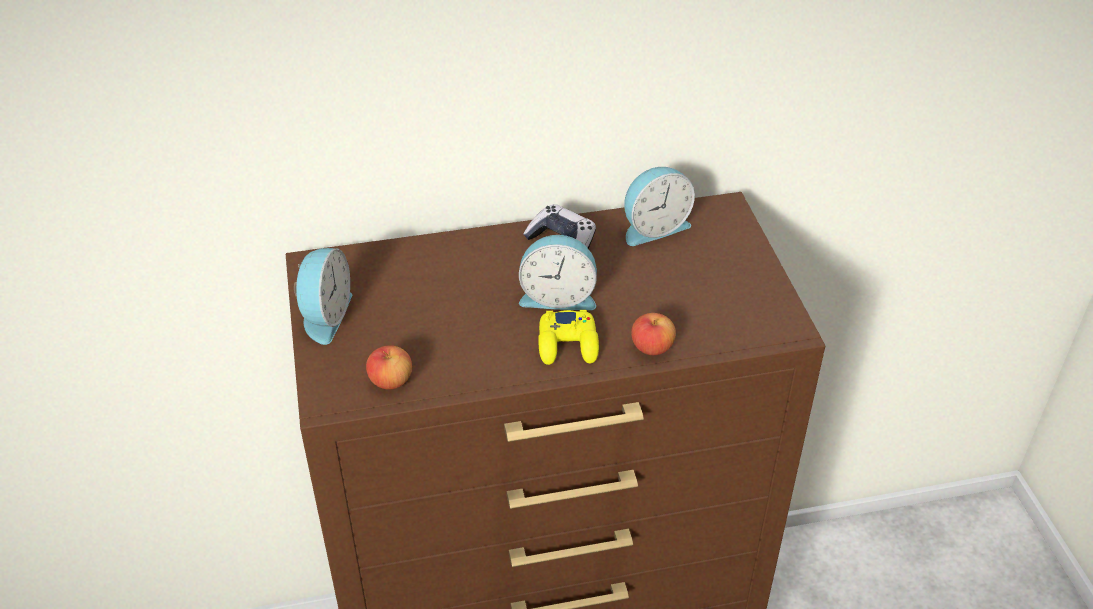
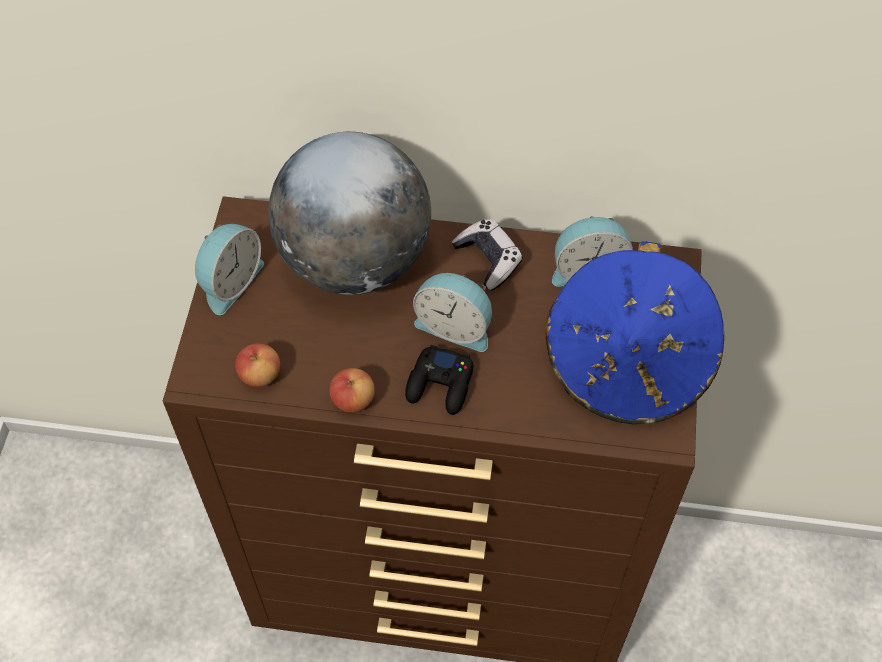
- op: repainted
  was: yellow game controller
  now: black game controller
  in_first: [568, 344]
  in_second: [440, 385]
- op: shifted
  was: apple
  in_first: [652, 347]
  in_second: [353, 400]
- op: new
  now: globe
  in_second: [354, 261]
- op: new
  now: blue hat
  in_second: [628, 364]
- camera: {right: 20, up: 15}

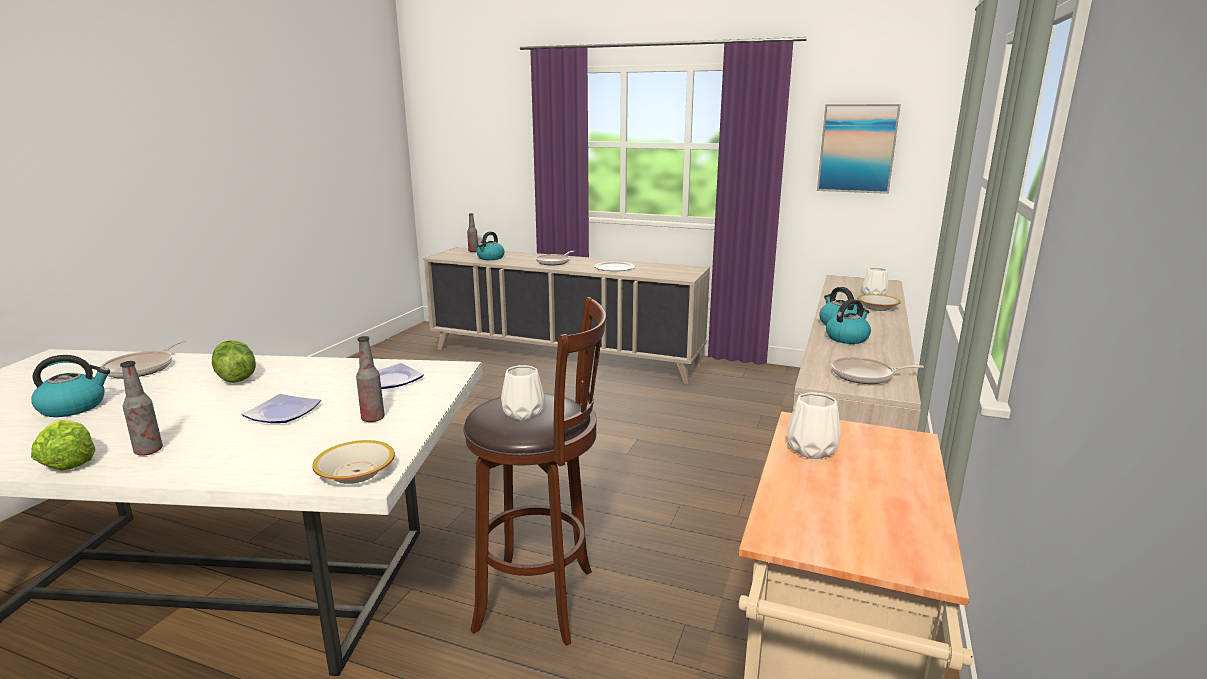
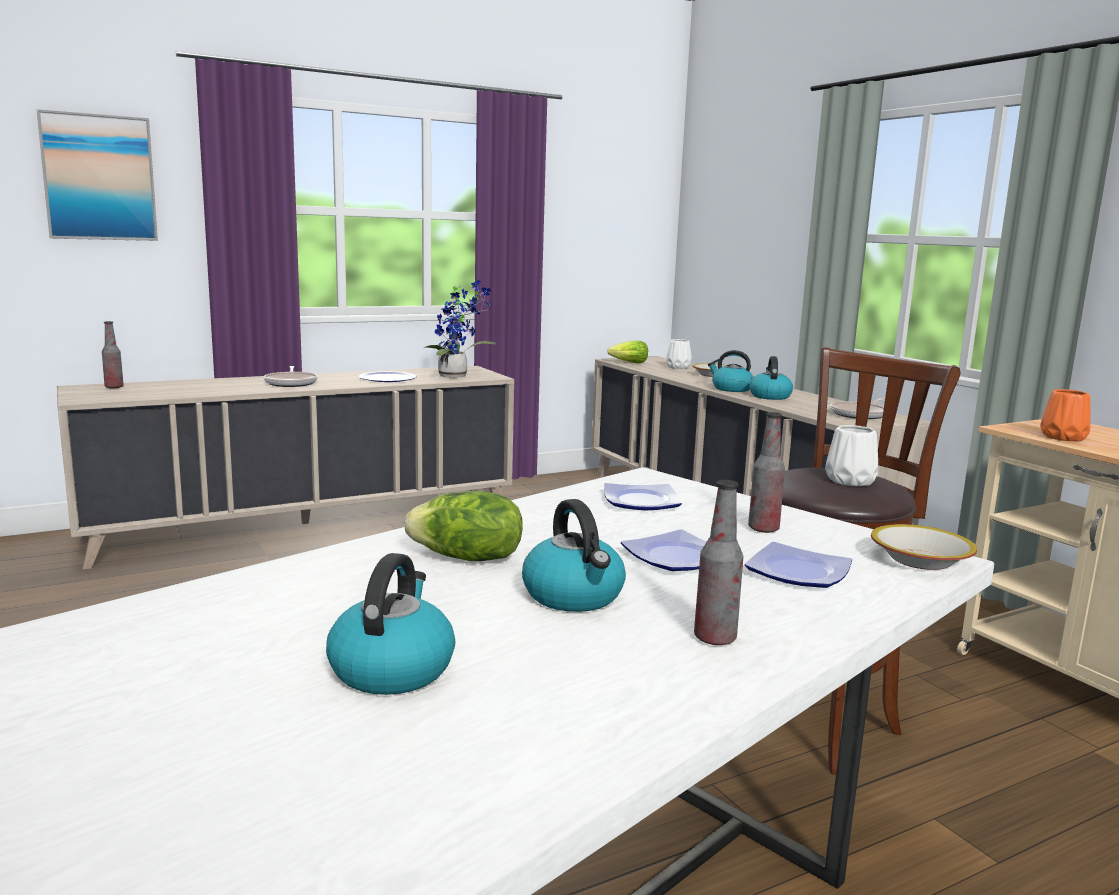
- op: shifted
  was: picture
  in_first: [857, 148]
  in_second: [99, 178]
- op: shifted
  was: kettle
  in_first: [490, 258]
  in_second: [574, 596]
- op: gone
  was: frying pan
  in_first: [142, 368]
- op: repainted
  was: white vase
  now: orange vase
  in_first: [812, 450]
  in_second: [1064, 437]
- op: shifted
  was: lettuce
  in_first: [68, 461]
  in_second: [629, 363]
- op: new
  now: potted plant
  in_second: [456, 376]
- op: new
  now: plate
  in_second: [795, 572]
- camera: {right: -50, up: -5}

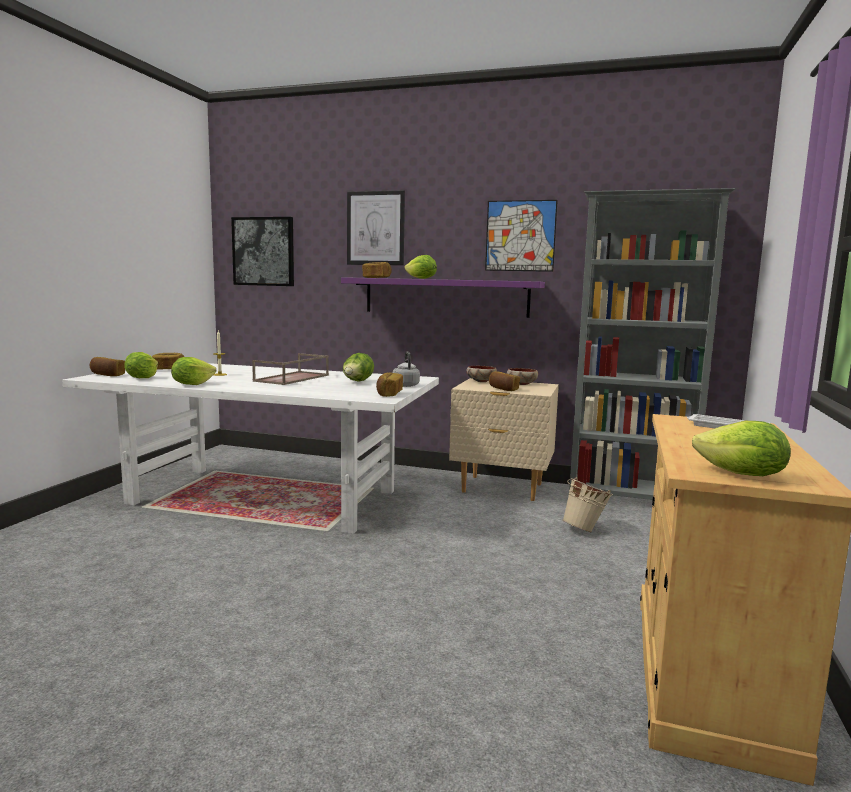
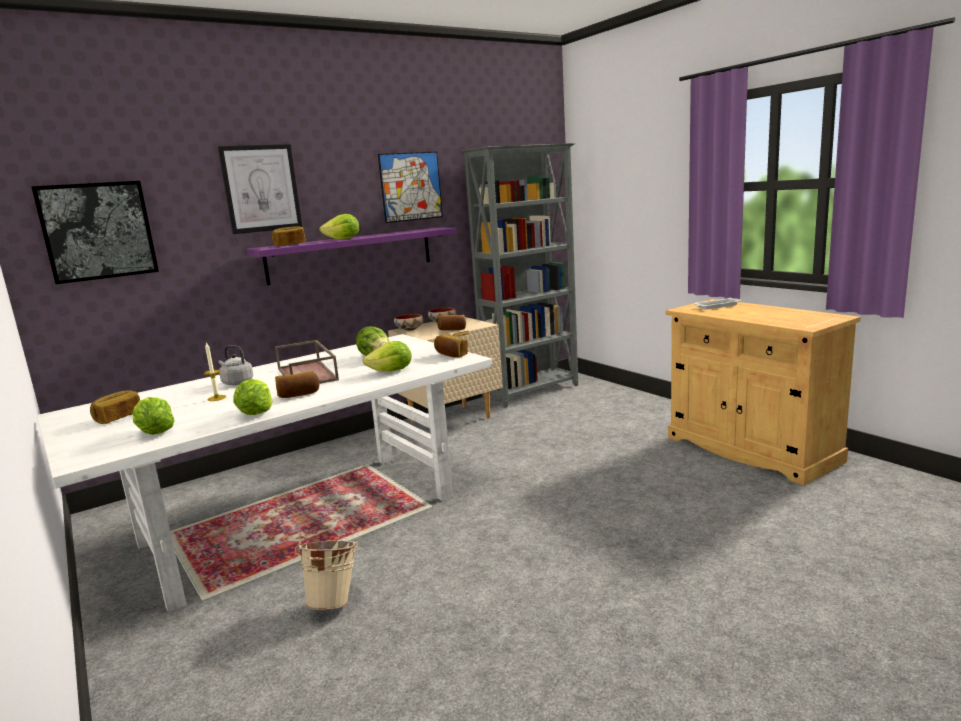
- op: shifted
  was: grey kettle
  in_first: [405, 385]
  in_second: [236, 382]
- op: shifted
  was: bread
  in_first: [107, 375]
  in_second: [298, 395]
- op: shifted
  was: lettuce
  in_first: [742, 475]
  in_second: [391, 371]
- op: shifted
  was: beige bucket
  in_first: [585, 529]
  in_second: [334, 601]
- camera: {right: -50, up: 5}

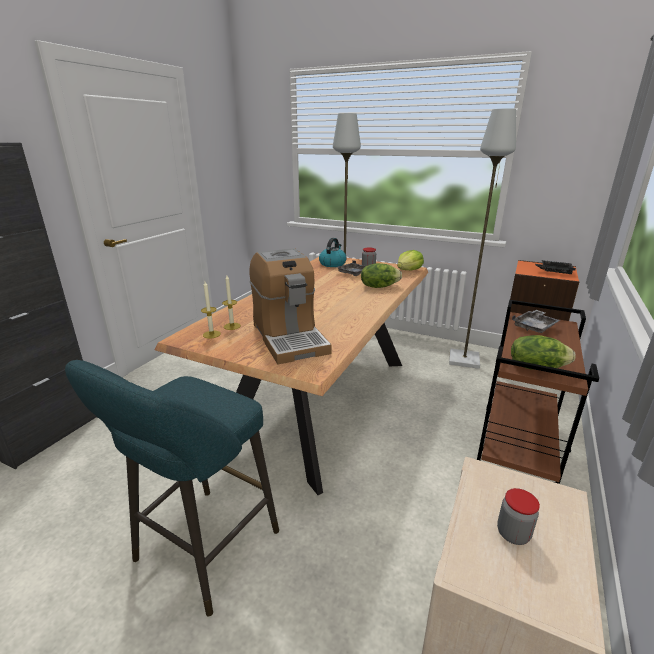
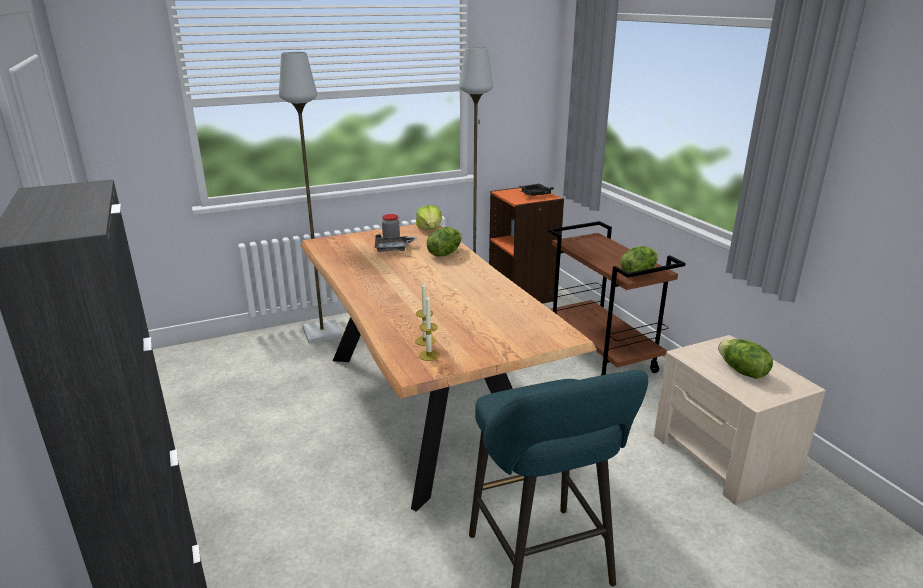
- op: gone
  was: kettle
  in_first: [332, 264]
- op: gone
  was: coffee machine
  in_first: [289, 337]
- op: gone
  was: grey tray
  in_first: [534, 327]
- op: swapped
  was: jar
  now: lettuce
  in_first: [513, 534]
  in_second: [741, 371]
- camera: {right: -50, up: 0}

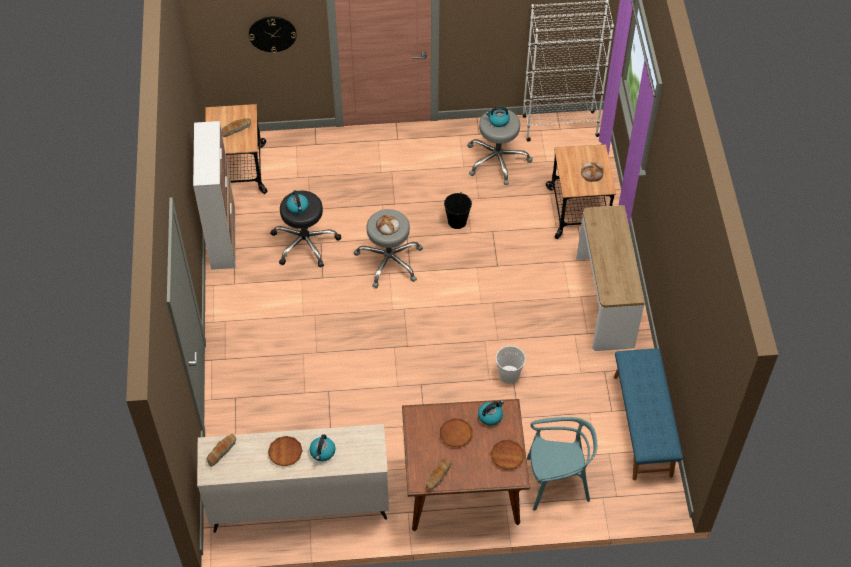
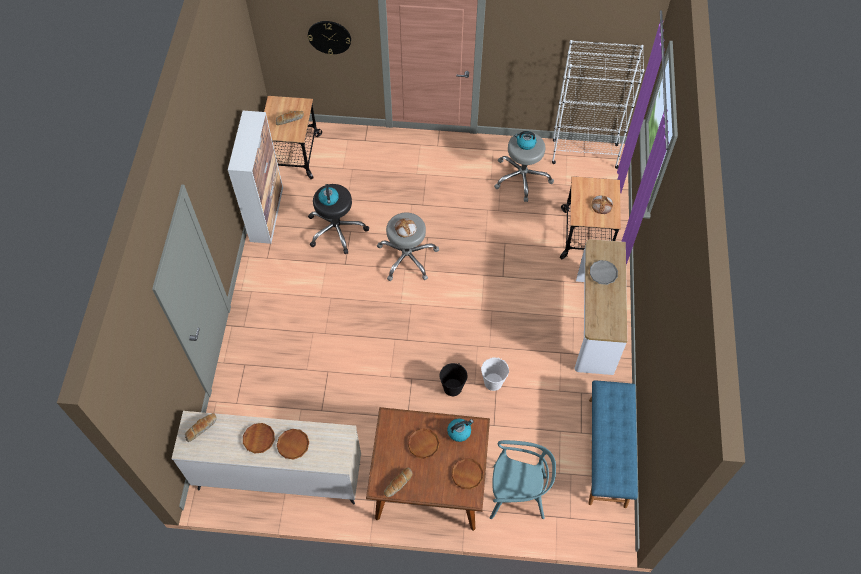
- op: shifted
  was: black bucket
  in_first: [457, 221]
  in_second: [452, 387]
- op: swapped
  was: kettle
  now: brown plate
  in_first: [322, 452]
  in_second: [293, 445]
- op: new
  now: grey plate
  in_second: [603, 273]
- camera: {right: 10, up: 5}

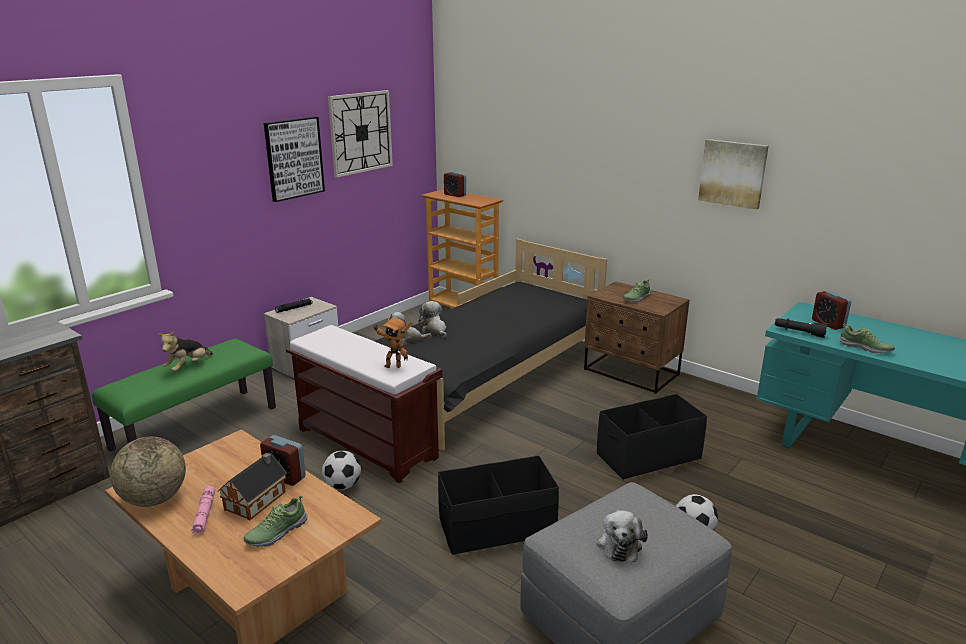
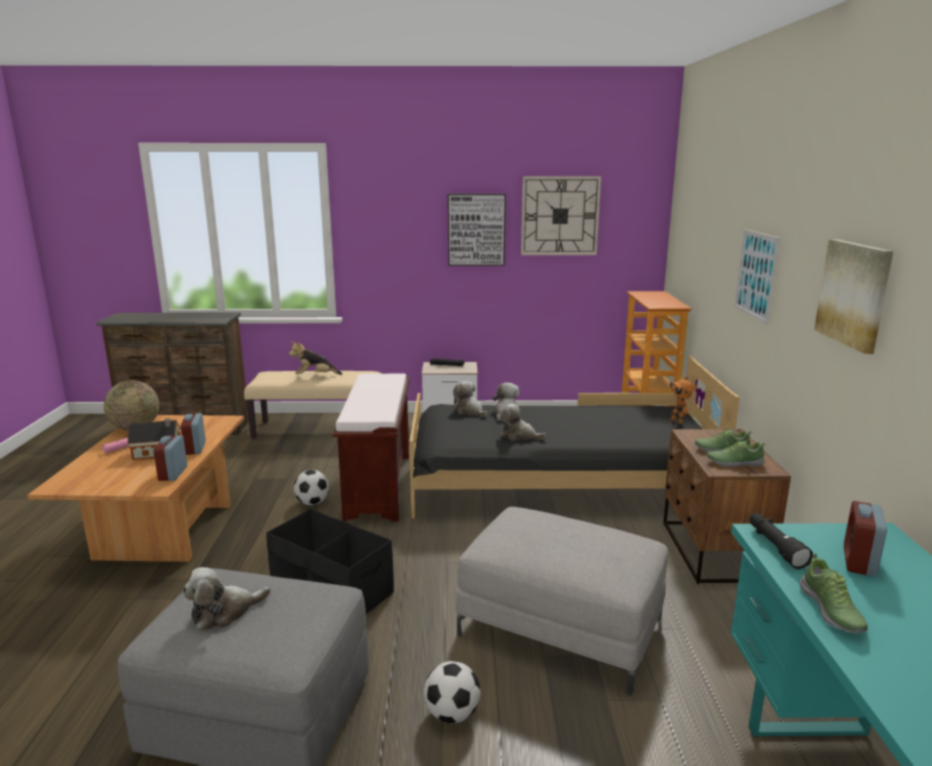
- op: shifted
  was: alarm clock
  in_first: [455, 195]
  in_second: [173, 474]
- op: shifted
  was: toy robot
  in_first: [393, 366]
  in_second: [677, 422]
- op: repainted
  was: green bench
  now: beige bench
  in_first: [196, 427]
  in_second: [319, 429]
- op: swapped
  was: black storage box
  now: grey ottoman
  in_first: [648, 456]
  in_second: [560, 627]
- op: shifted
  was: shoe
  in_first: [276, 532]
  in_second: [734, 463]
- op: new
  now: picture
  in_second: [756, 274]
- op: new
  now: plush toy
  in_second: [519, 436]
- camera: {right: 50, up: -5}

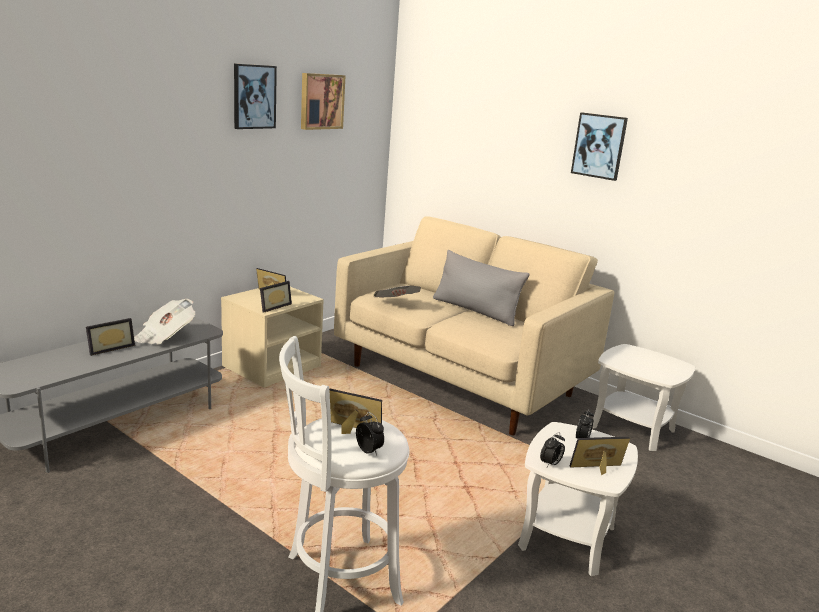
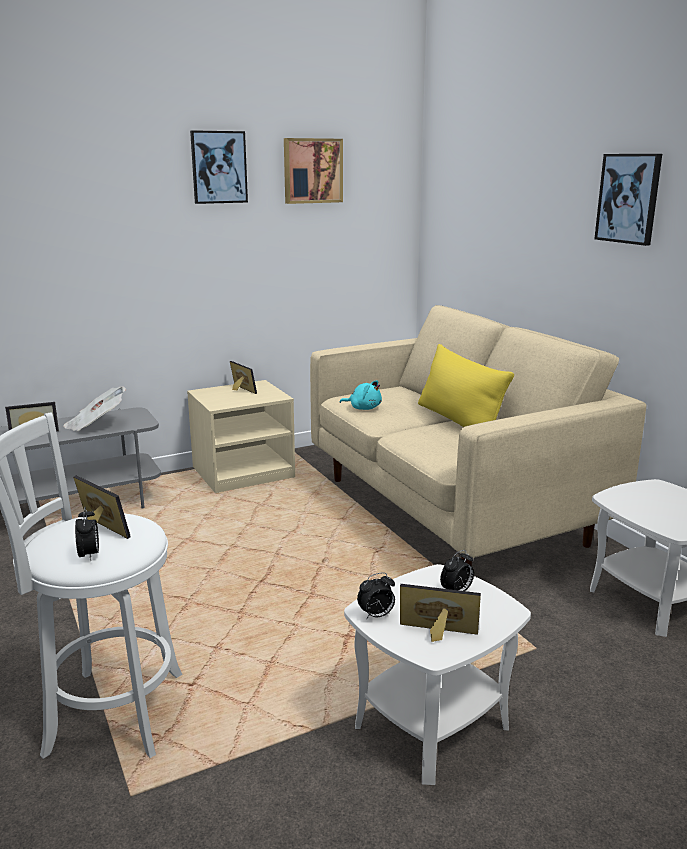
- op: repainted
  was: grey pillow
  now: yellow pillow
  in_first: [475, 310]
  in_second: [458, 421]
- op: gone
  was: picture frame
  in_first: [273, 306]
- op: swapped
  was: newspaper
  now: turquoise plush toy
  in_first: [395, 304]
  in_second: [363, 408]
- camera: {right: 25, up: 0}

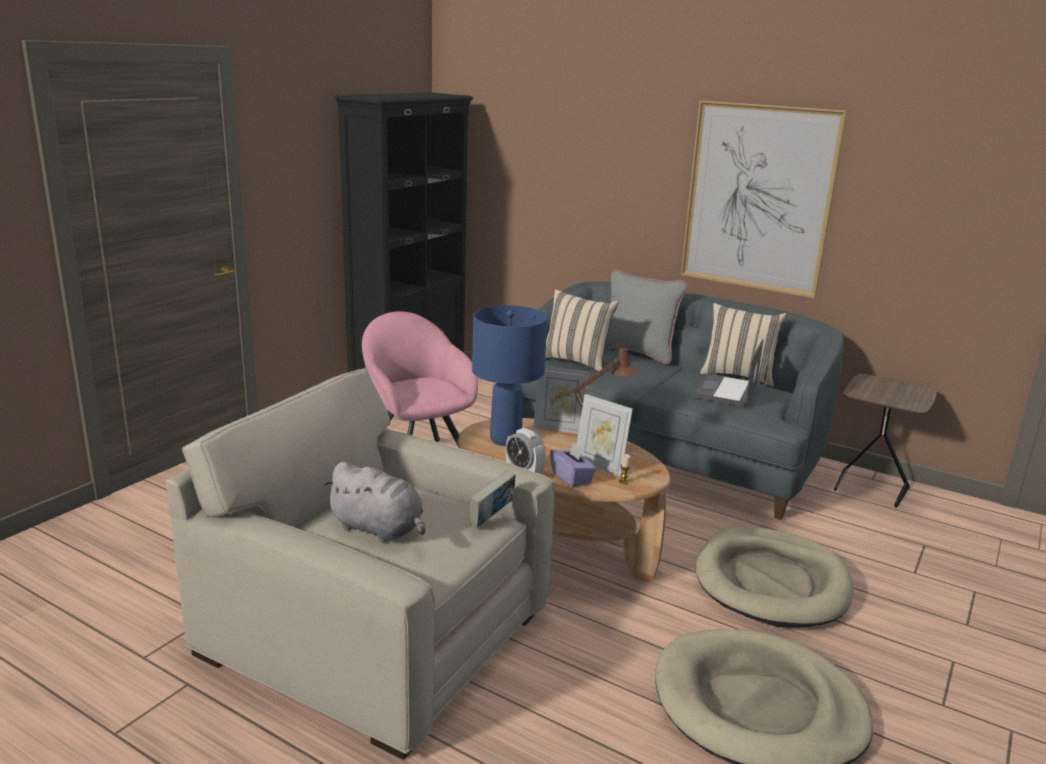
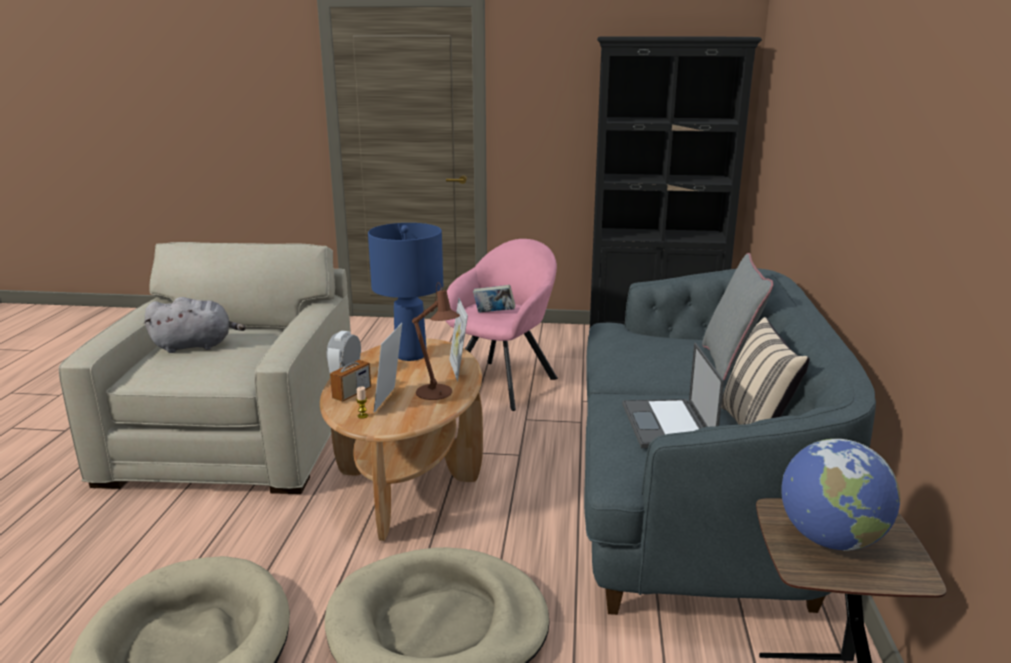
- op: gone
  was: picture
  in_first: [758, 198]
- op: gone
  was: beige pillow
  in_first: [576, 361]
- op: rotated
  was: laptop
  in_first: [725, 391]
  in_second: [668, 425]
  clockwise: -90
- op: swapped
  was: purple tissue box
  now: radio
  in_first: [572, 478]
  in_second: [352, 393]
- op: rotated
  was: grey plush toy
  in_first: [379, 529]
  in_second: [196, 346]
  clockwise: -105
- op: shifted
  was: book
  in_first: [491, 519]
  in_second: [494, 313]
- op: new
  now: globe
  in_second: [830, 539]
- camera: {right: 65, up: 0}

